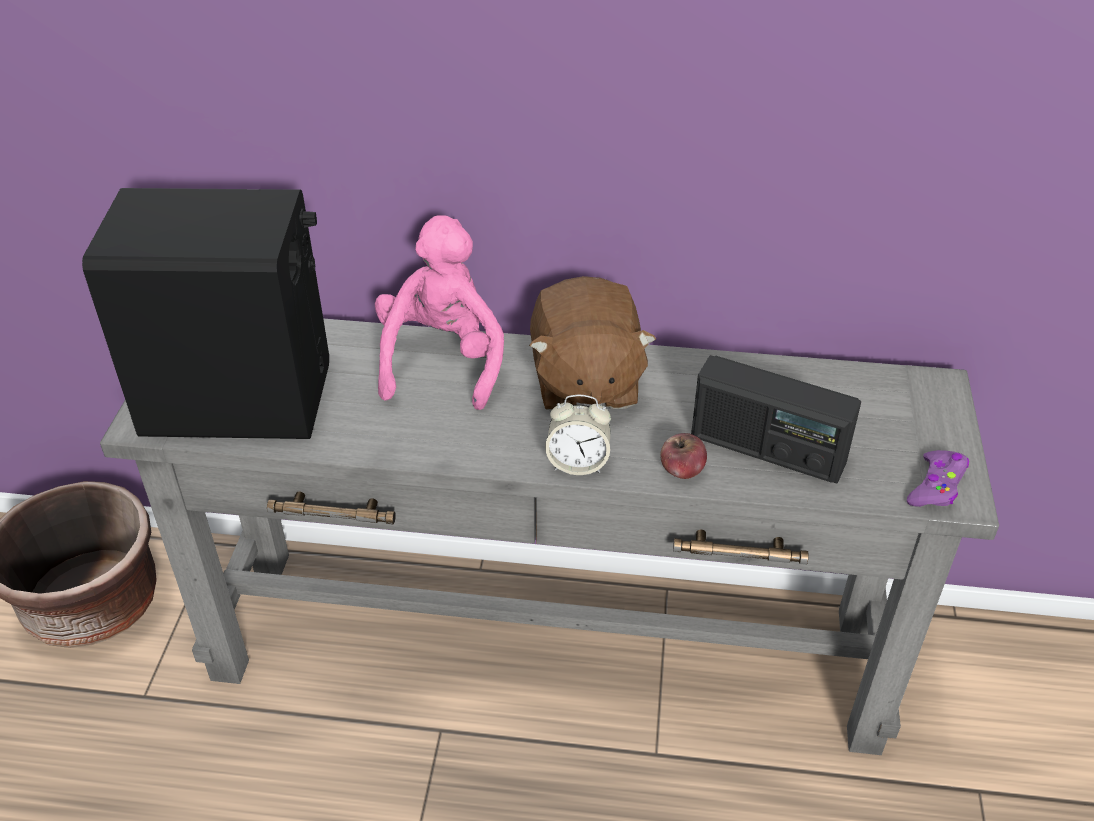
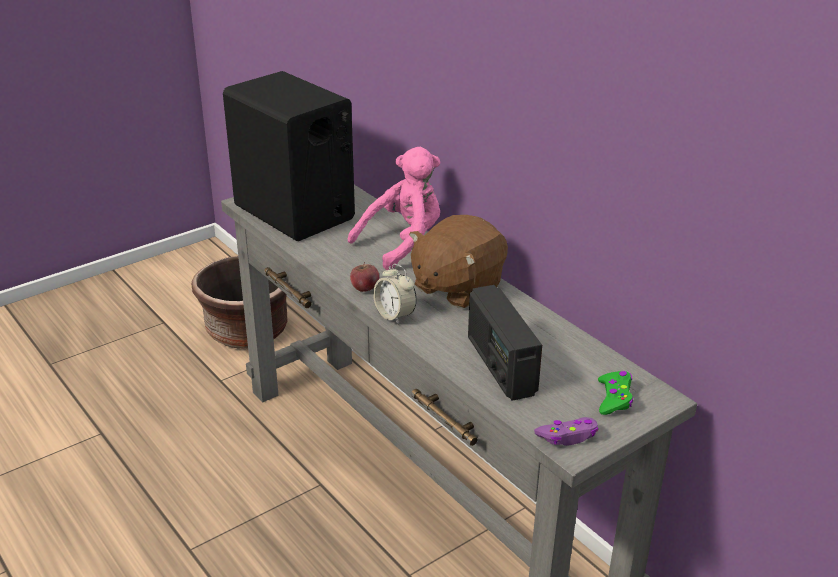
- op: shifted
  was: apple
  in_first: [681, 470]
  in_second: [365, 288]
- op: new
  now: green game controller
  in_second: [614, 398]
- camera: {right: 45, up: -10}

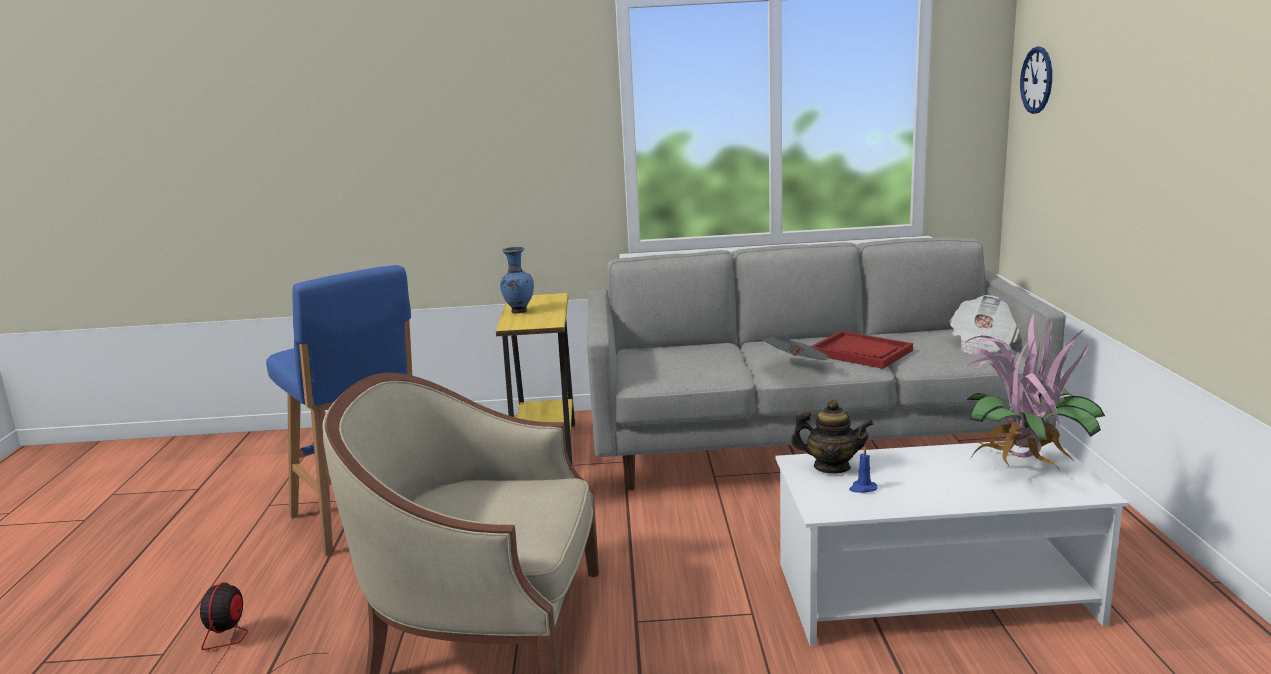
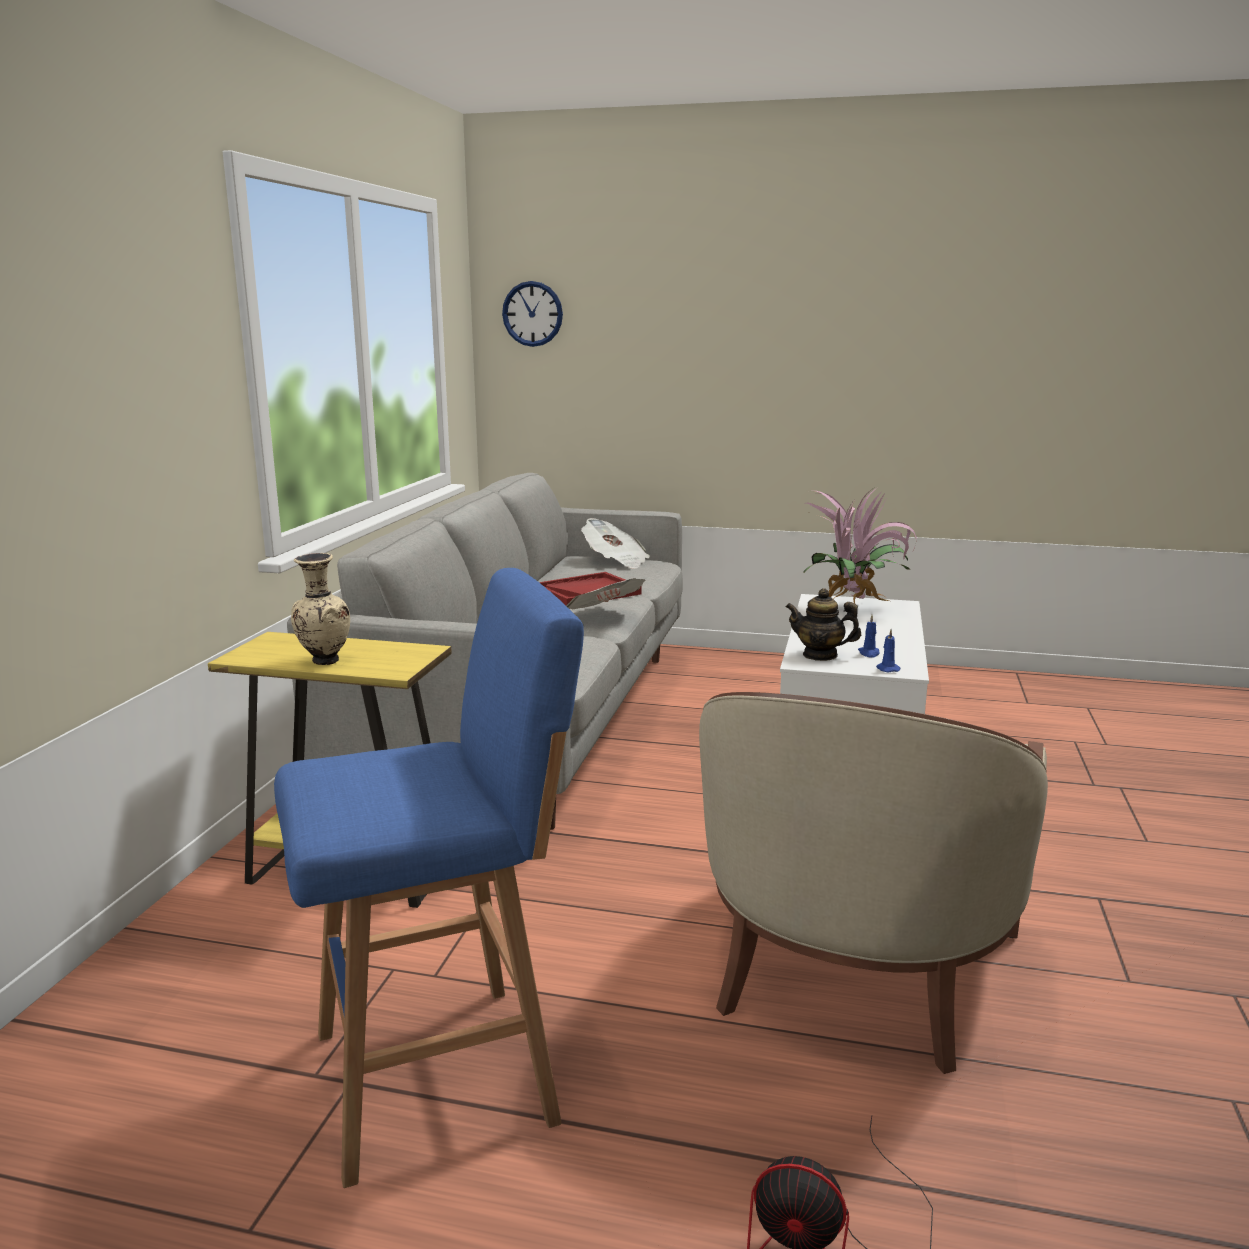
- op: repainted
  was: blue vase
  now: beige vase
  in_first: [518, 311]
  in_second: [323, 661]
- op: rotated
  was: teapot
  in_first: [831, 467]
  in_second: [820, 655]
  clockwise: -105
- op: new
  now: blue candle
  in_second: [887, 669]
- camera: {right: -75, up: 0}

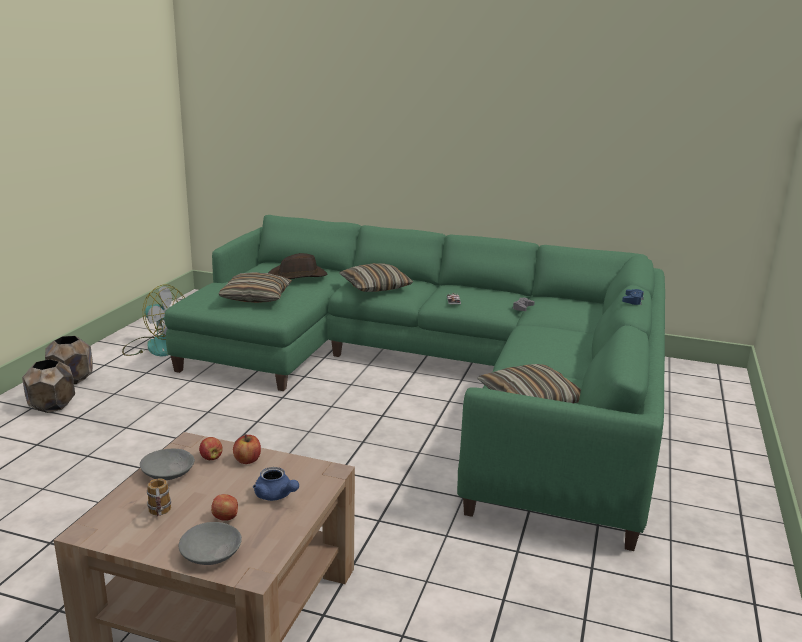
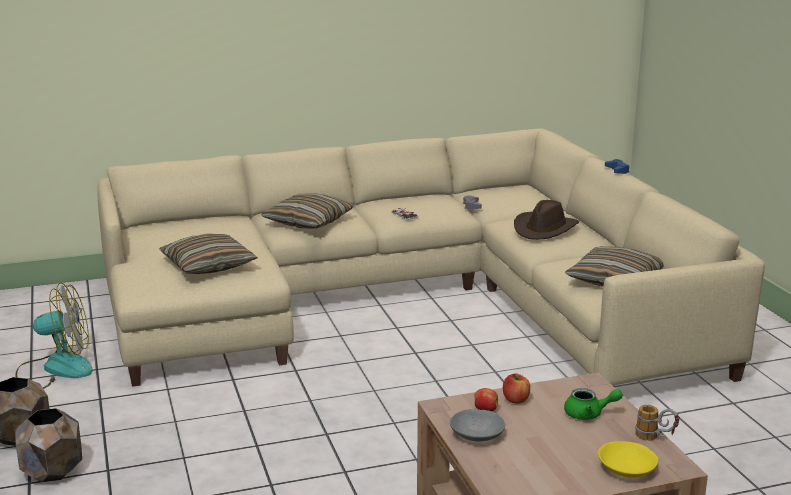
- op: repainted
  was: green sofa
  now: beige sofa
  in_first: [441, 376]
  in_second: [409, 301]
- op: shifted
  was: brown hat
  in_first: [298, 276]
  in_second: [545, 229]
- op: repainted
  was: blue teapot
  now: green teapot
  in_first: [276, 496]
  in_second: [588, 414]
- op: shifted
  was: mug
  in_first: [160, 515]
  in_second: [655, 438]
- op: gone
  was: apple
  in_first: [226, 518]
- op: repainted
  was: grey bowl
  now: yellow bowl
  in_first: [211, 554]
  in_second: [627, 469]
- camera: {right: -35, up: 0}

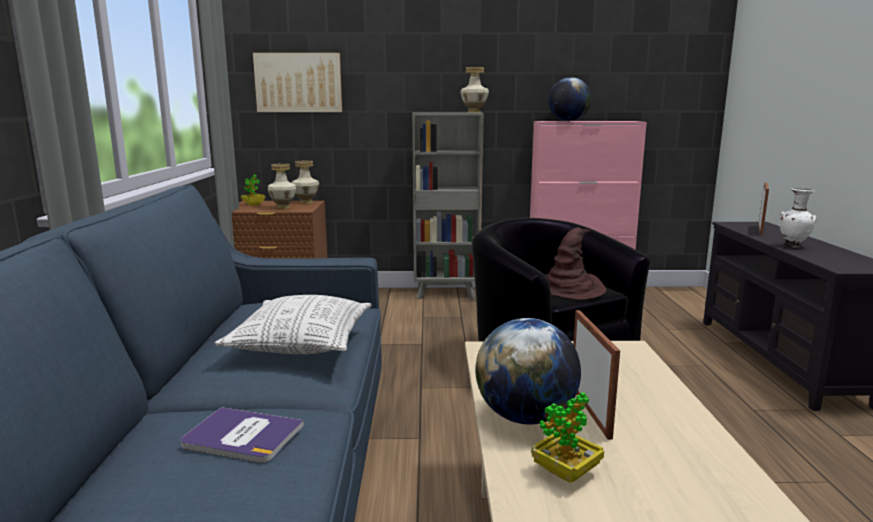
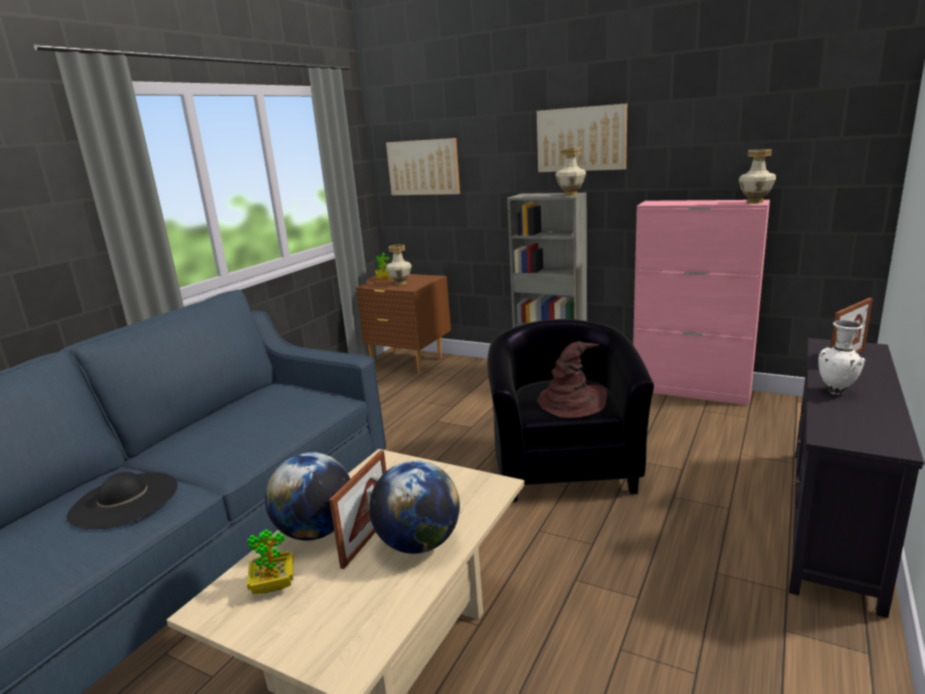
- op: shifted
  was: globe
  in_first: [568, 121]
  in_second: [418, 543]
- op: shifted
  was: vase
  in_first: [306, 202]
  in_second: [755, 202]
- op: gone
  was: pillow
  in_first: [301, 344]
- op: swapped
  was: book
  now: black hat
  in_first: [242, 436]
  in_second: [124, 500]
- op: new
  now: picture
  in_second: [581, 139]
- camera: {right: 30, up: 5}

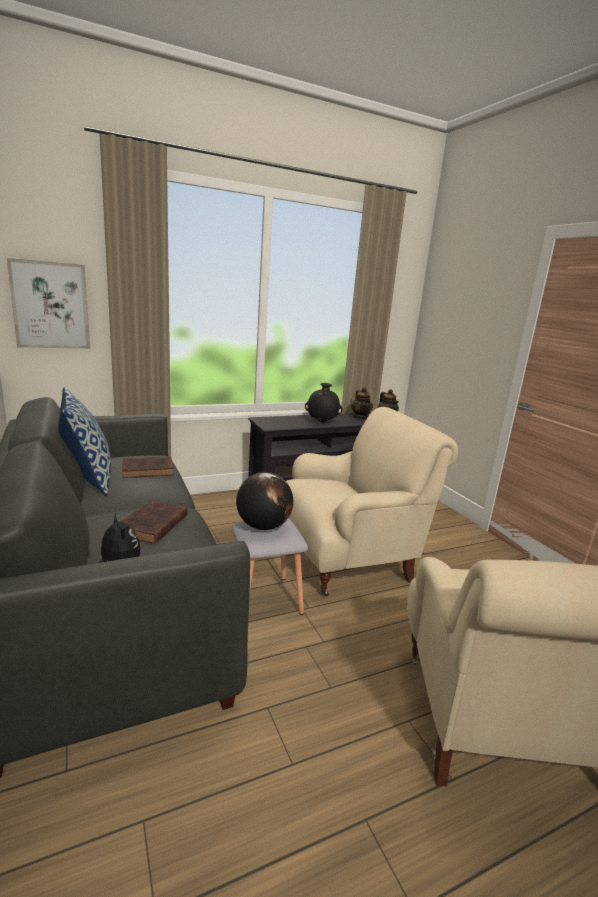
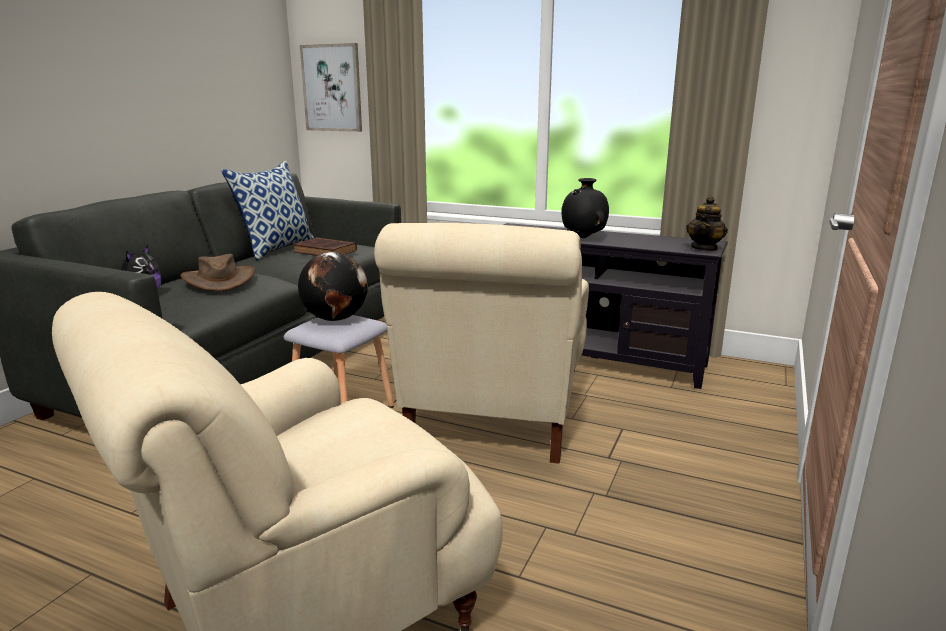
- op: gone
  was: teapot
  in_first: [360, 417]
- op: rotated
  was: beige armchair
  in_first: [348, 560]
  in_second: [491, 421]
  clockwise: 75
- op: swapped
  was: brown book
  now: brown hat
  in_first: [151, 526]
  in_second: [219, 280]
- camera: {right: 50, up: 0}

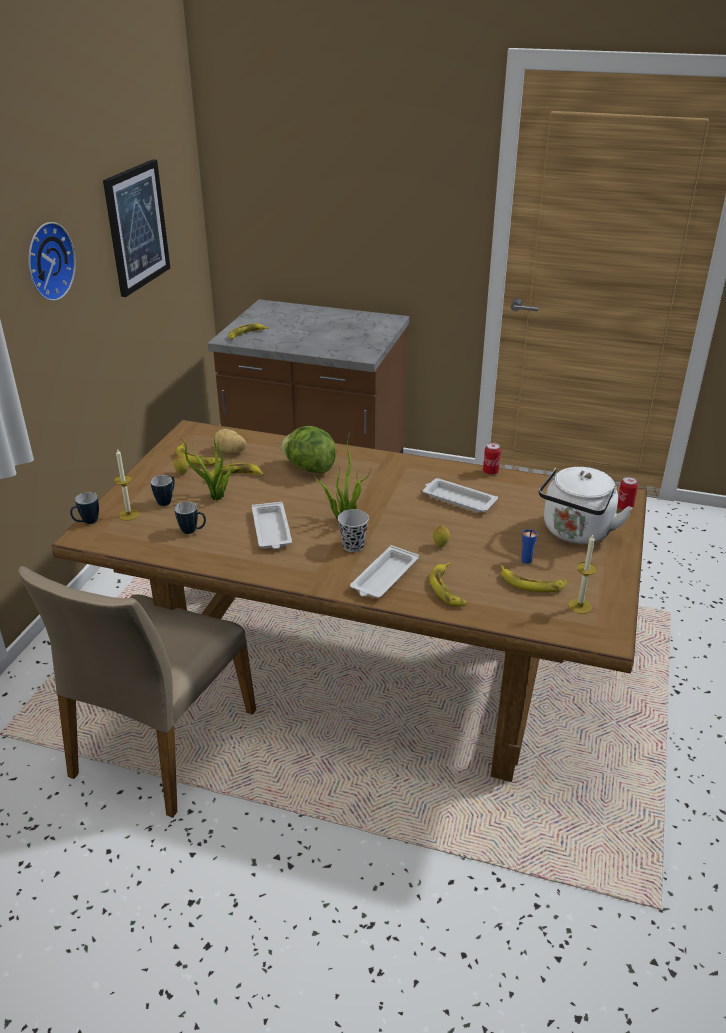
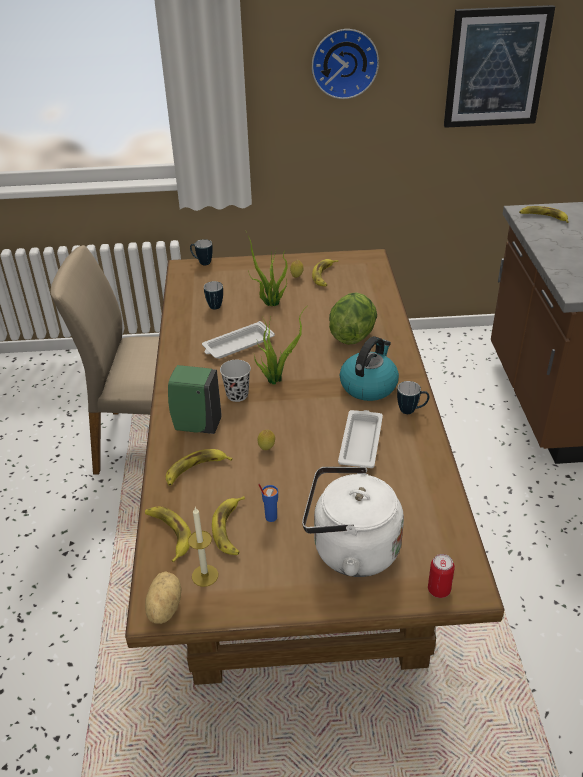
- op: shifted
  was: potato
  in_first: [230, 451]
  in_second: [163, 608]
- op: gone
  was: can
  in_first: [490, 472]
- op: gone
  was: candle
  in_first: [129, 514]
- op: shifted
  was: banana
  in_first: [234, 476]
  in_second: [168, 534]
- op: shifted
  was: mug
  in_first: [167, 501]
  in_second: [411, 410]
- op: swapped
  was: white tray
  now: green soap dispenser
  in_first: [384, 578]
  in_second: [196, 425]
- op: new
  now: kettle
  in_second: [368, 385]
- camera: {right: 70, up: 5}

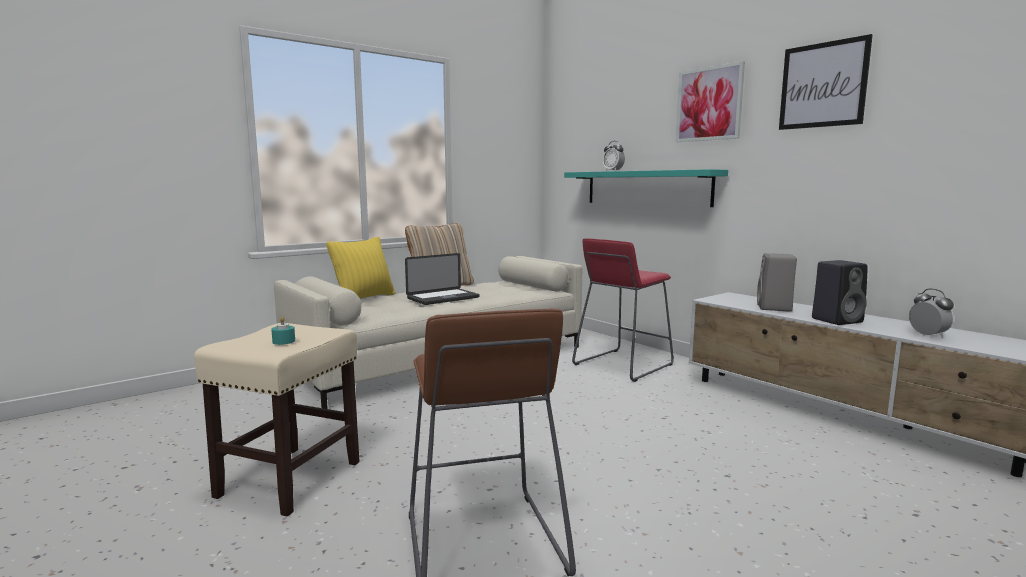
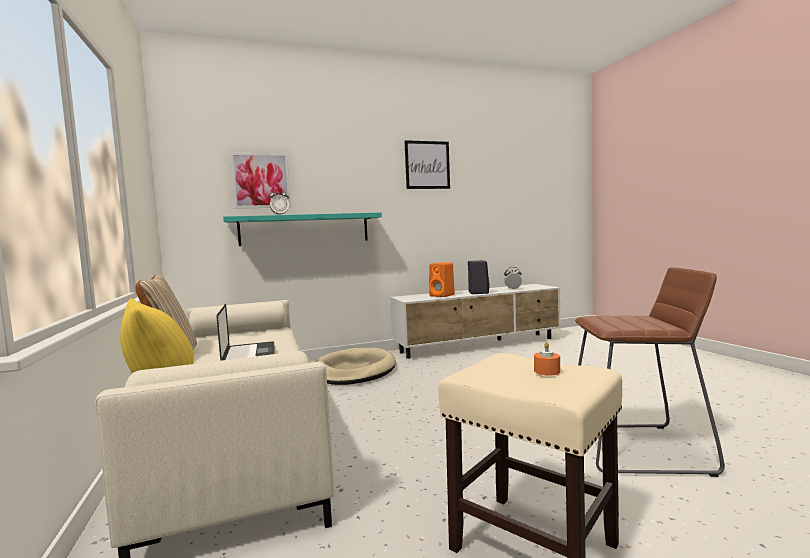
- op: shifted
  was: picture
  in_first: [709, 104]
  in_second: [261, 181]
- op: swapped
  was: red stool
  now: beige dog bed
  in_first: [623, 365]
  in_second: [354, 371]
- op: repainted
  was: grey speaker
  now: orange speaker
  in_first: [774, 308]
  in_second: [442, 295]
- op: repainted
  was: turquoise candle
  now: orange candle
  in_first: [284, 341]
  in_second: [547, 371]
- camera: {right: -70, up: -5}

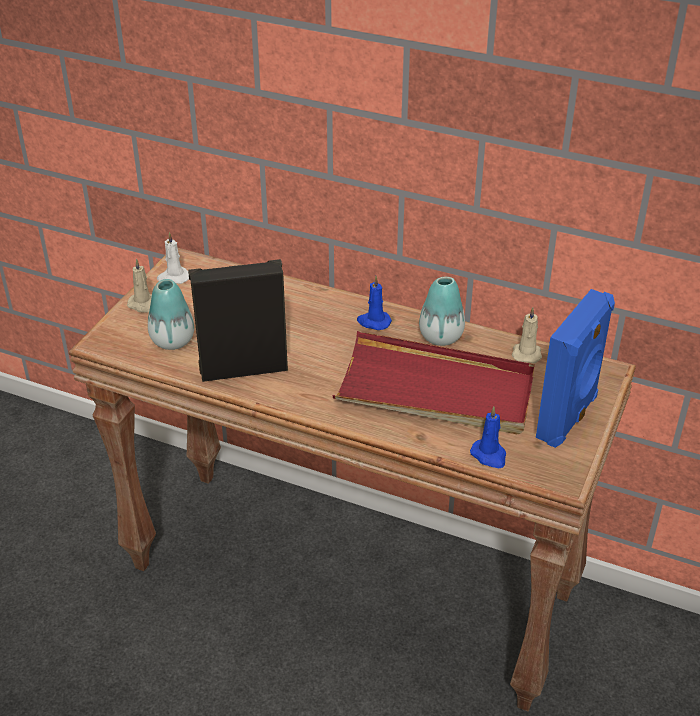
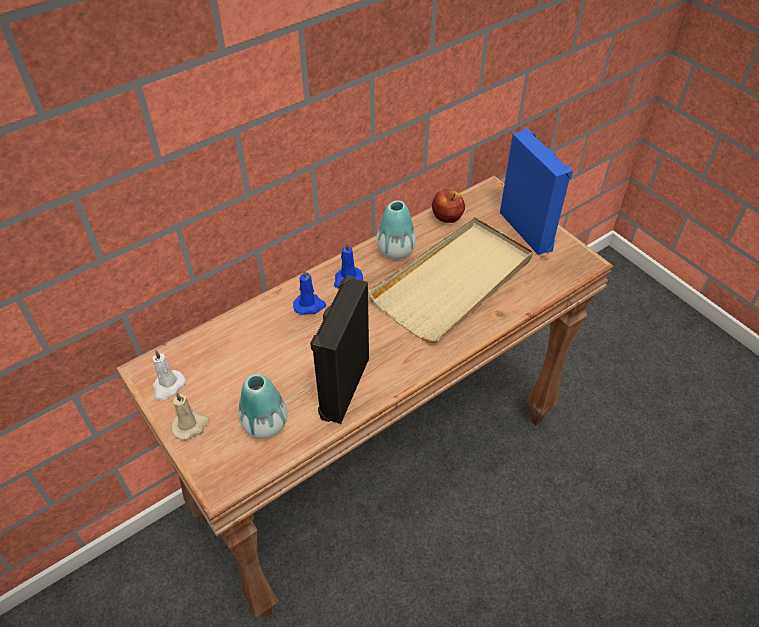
- op: swapped
  was: beige candle
  now: apple
  in_first: [526, 353]
  in_second: [447, 217]
- op: repainted
  was: red tray
  now: beige tray
  in_first: [436, 390]
  in_second: [454, 281]
- op: shifted
  was: blue candle
  in_first: [489, 455]
  in_second: [310, 305]
- camera: {right: -60, up: 10}

